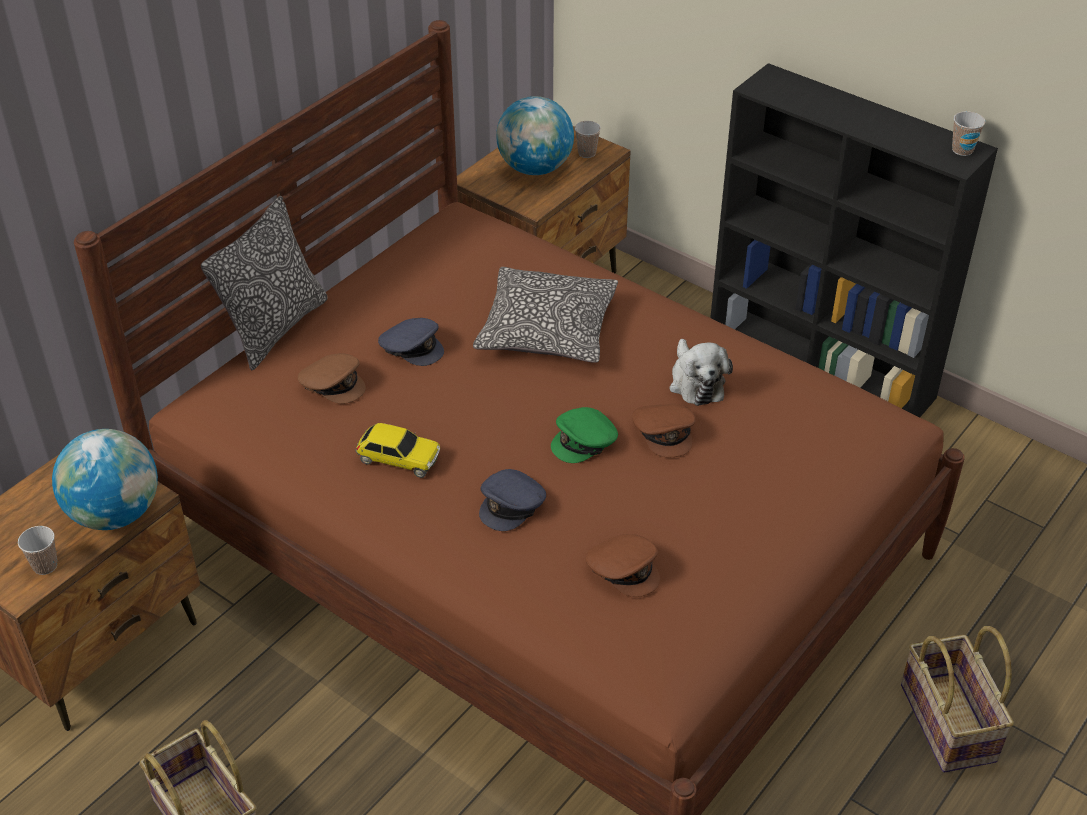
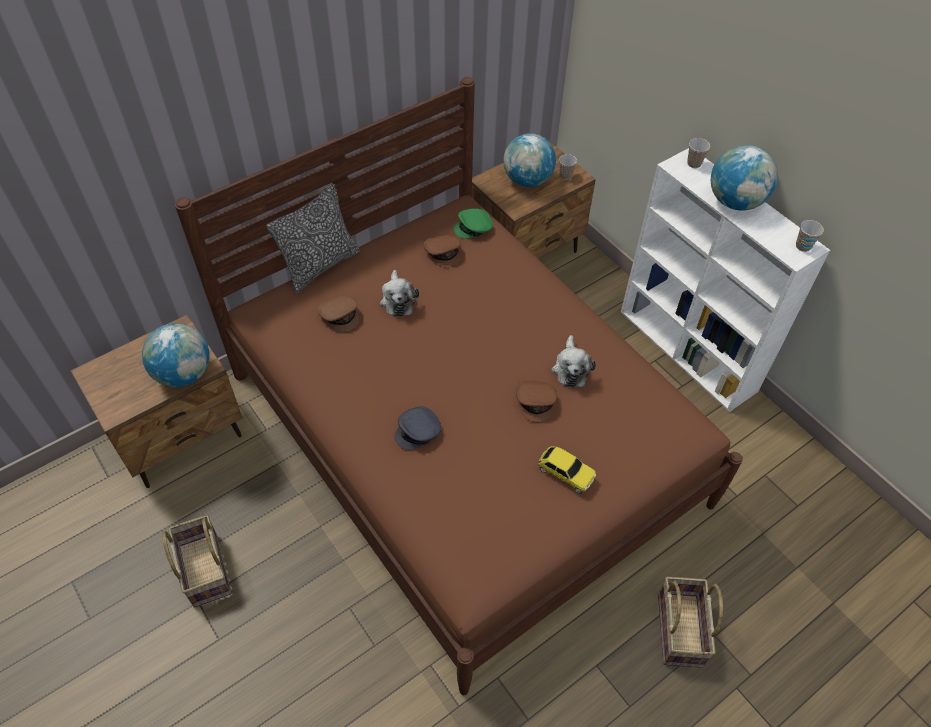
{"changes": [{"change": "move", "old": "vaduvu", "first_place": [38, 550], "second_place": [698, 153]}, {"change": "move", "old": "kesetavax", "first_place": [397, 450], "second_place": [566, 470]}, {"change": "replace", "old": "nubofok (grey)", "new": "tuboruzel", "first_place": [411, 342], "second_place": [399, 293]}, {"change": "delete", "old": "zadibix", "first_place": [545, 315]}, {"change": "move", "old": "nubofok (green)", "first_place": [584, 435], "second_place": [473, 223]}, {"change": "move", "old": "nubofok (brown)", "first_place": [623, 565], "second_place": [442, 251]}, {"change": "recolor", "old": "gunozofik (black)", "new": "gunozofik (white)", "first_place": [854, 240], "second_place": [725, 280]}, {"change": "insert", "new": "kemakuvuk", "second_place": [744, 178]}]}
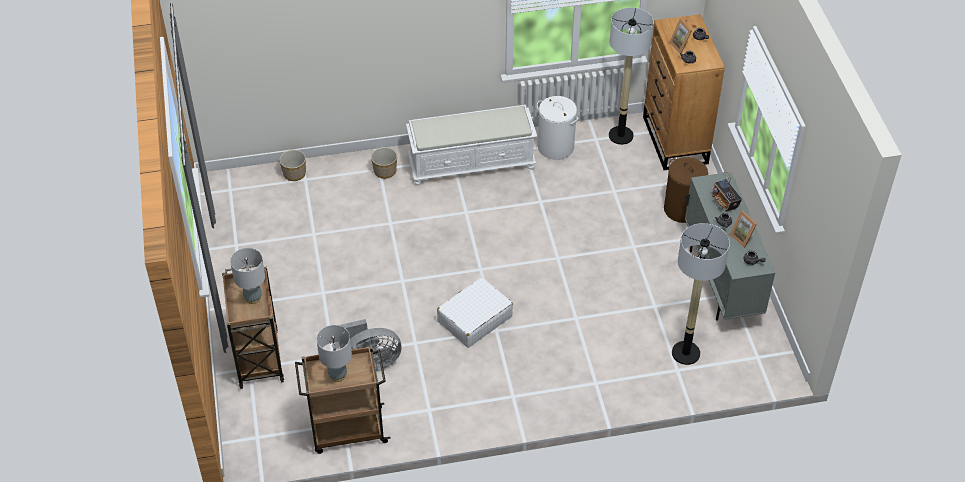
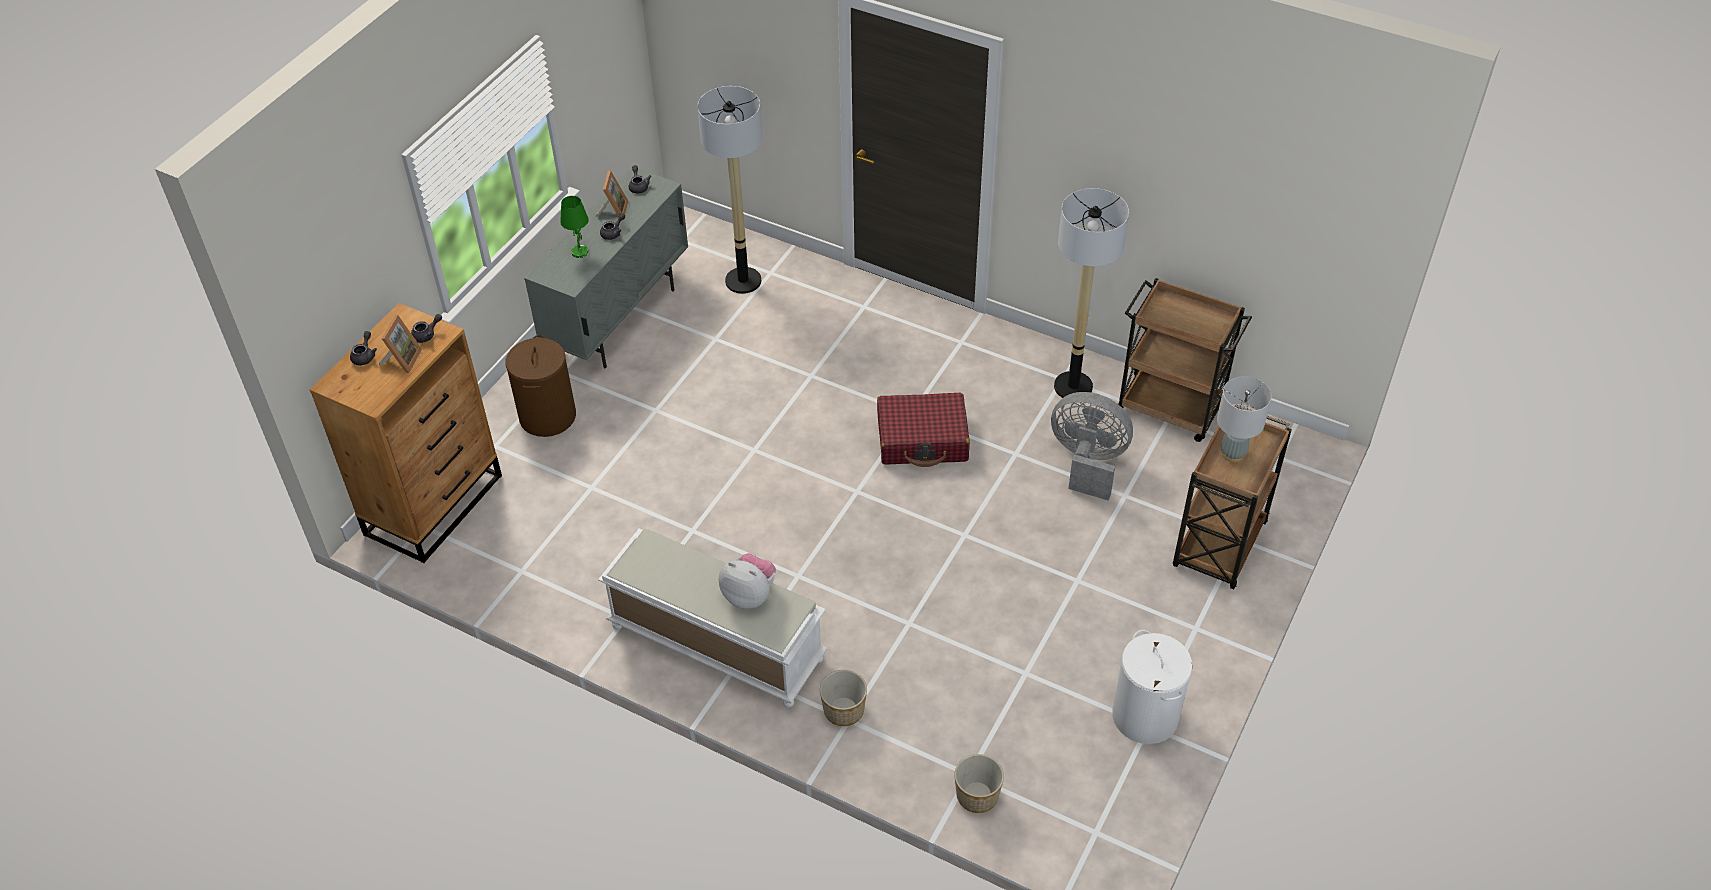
{"changes": [{"change": "delete", "old": "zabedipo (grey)", "first_place": [334, 353]}, {"change": "recolor", "old": "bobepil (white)", "new": "bobepil (red)", "first_place": [475, 312], "second_place": [923, 430]}, {"change": "move", "old": "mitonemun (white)", "first_place": [558, 128], "second_place": [1152, 687]}, {"change": "move", "old": "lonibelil", "first_place": [631, 76], "second_place": [1091, 293]}, {"change": "replace", "old": "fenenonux", "new": "zabedipo (green)", "first_place": [727, 191], "second_place": [574, 227]}, {"change": "insert", "new": "tuboruzel", "second_place": [747, 581]}]}
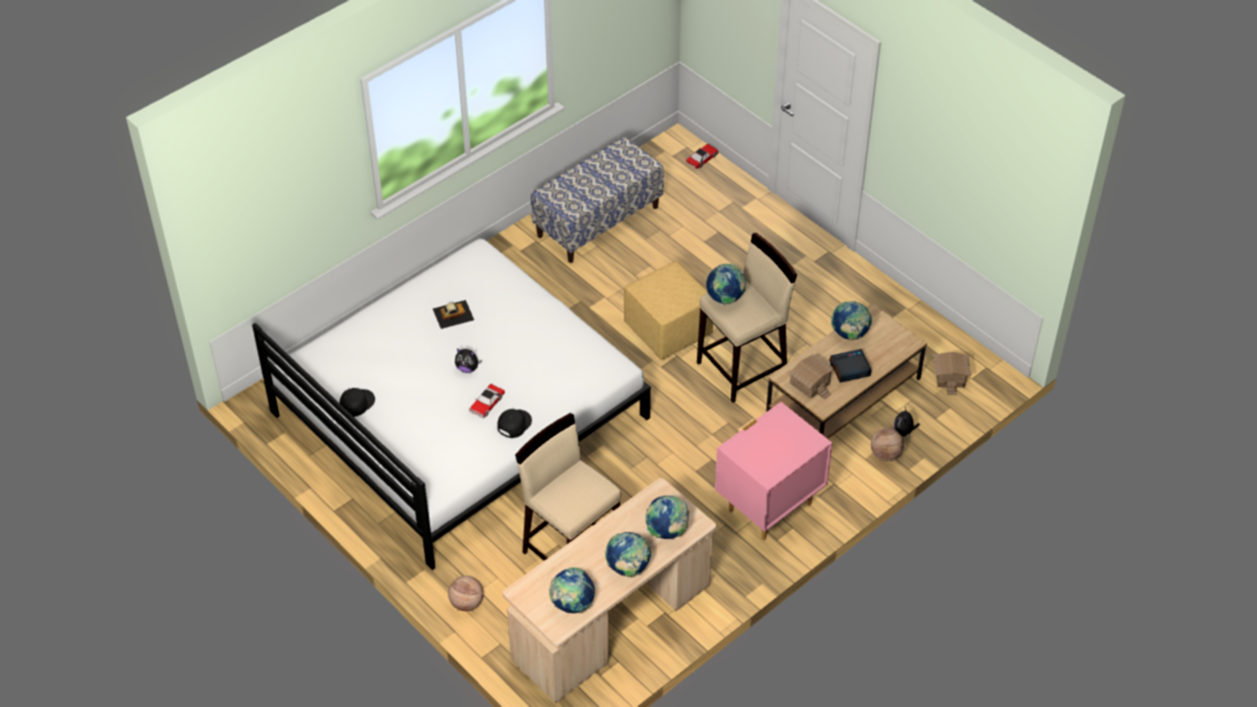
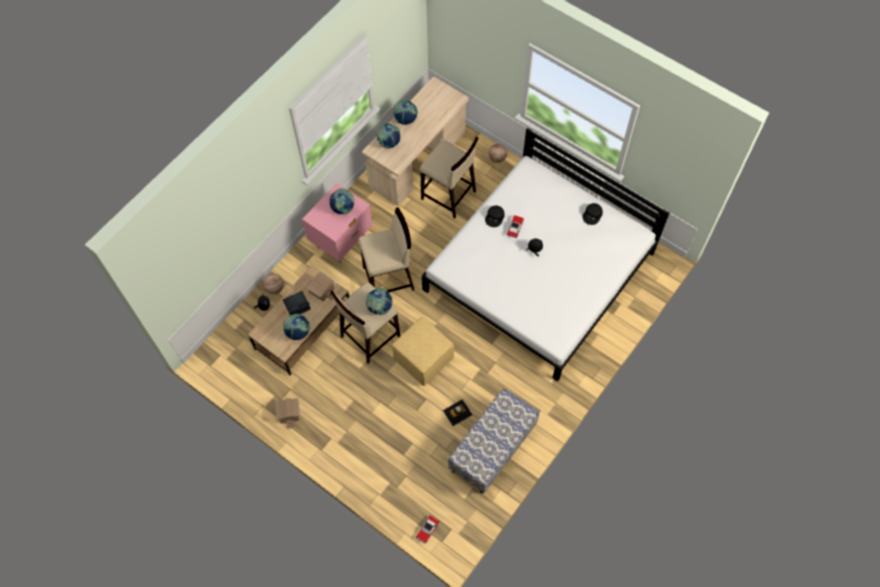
{"changes": [{"change": "move", "old": "kesetavax", "first_place": [453, 314], "second_place": [457, 412]}, {"change": "move", "old": "kemakuvuk", "first_place": [572, 590], "second_place": [342, 201]}, {"change": "move", "old": "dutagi", "first_place": [952, 373], "second_place": [287, 413]}, {"change": "insert", "new": "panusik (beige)", "second_place": [386, 249]}]}
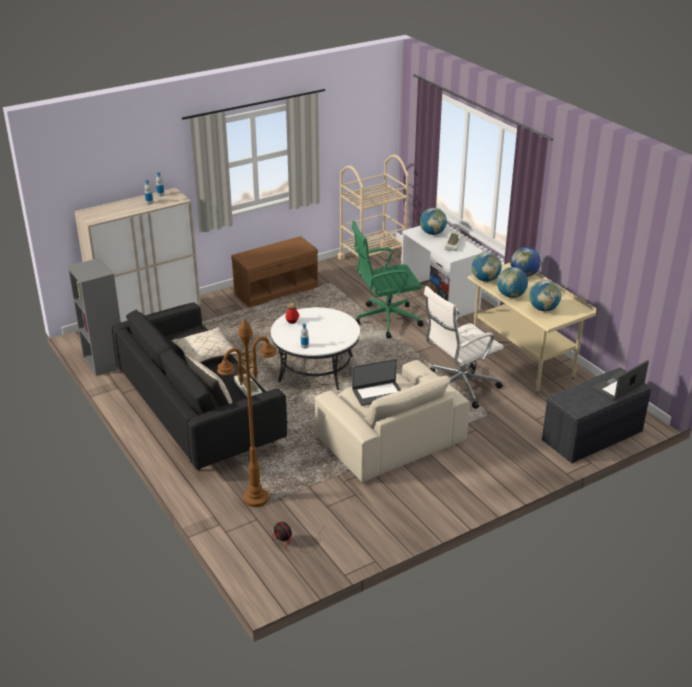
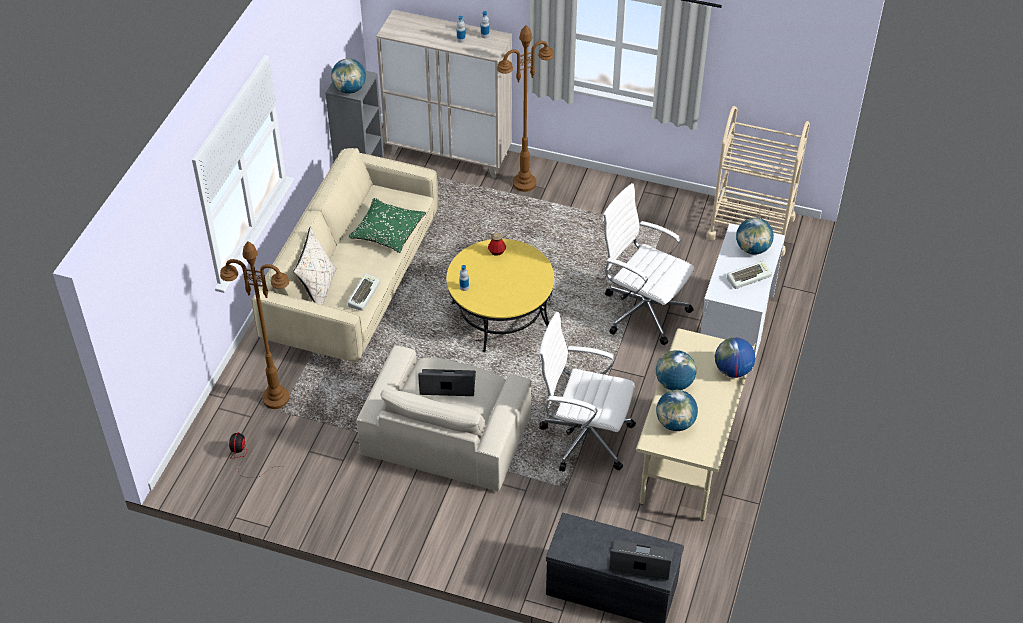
{"changes": [{"change": "recolor", "old": "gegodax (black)", "new": "gegodax (beige)", "first_place": [199, 387], "second_place": [345, 255]}, {"change": "recolor", "old": "zadibix (beige)", "new": "zadibix (green)", "first_place": [204, 345], "second_place": [387, 225]}, {"change": "delete", "old": "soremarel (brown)", "first_place": [274, 272]}, {"change": "recolor", "old": "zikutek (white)", "new": "zikutek (yellow)", "first_place": [315, 348], "second_place": [500, 295]}, {"change": "recolor", "old": "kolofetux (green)", "new": "kolofetux (white)", "first_place": [388, 279], "second_place": [648, 264]}, {"change": "rotate", "old": "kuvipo", "first_place": [376, 382], "second_place": [447, 382], "degrees": 150}, {"change": "move", "old": "kemakuvuk", "first_place": [487, 267], "second_place": [348, 76]}, {"change": "insert", "new": "lonibelil (brown)", "second_place": [525, 108]}]}
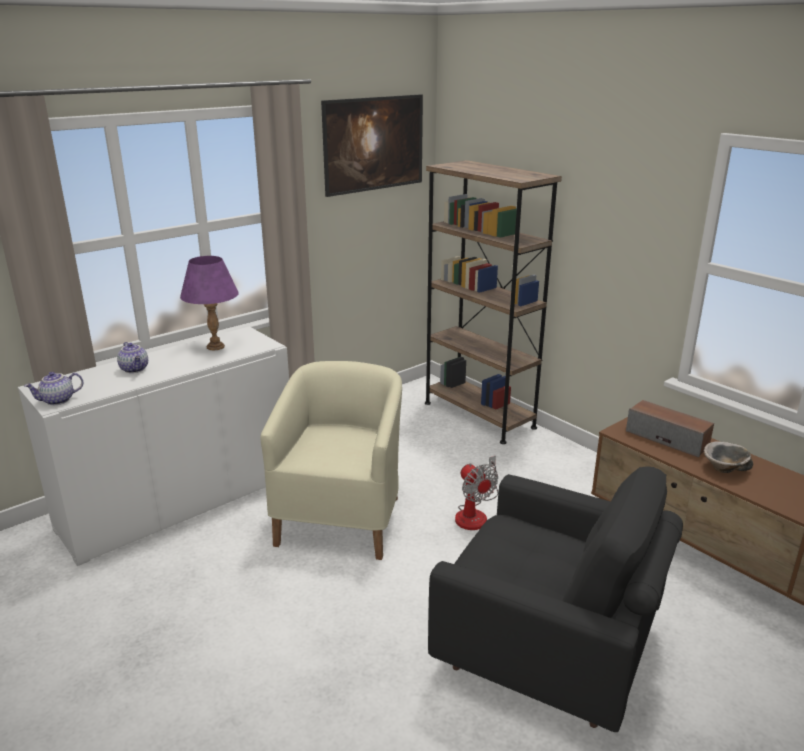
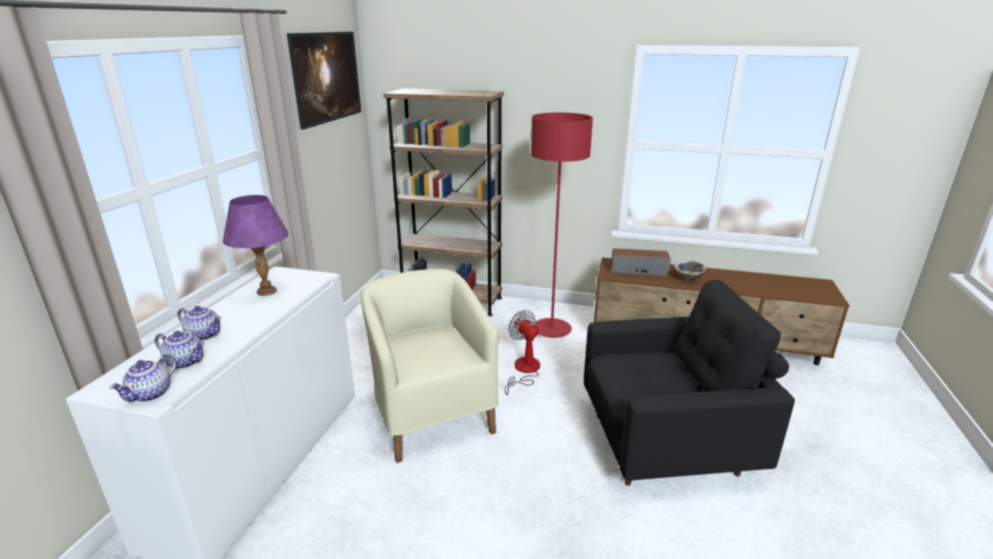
{"changes": [{"change": "rotate", "old": "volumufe", "first_place": [476, 493], "second_place": [522, 352], "degrees": -150}, {"change": "insert", "new": "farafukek", "second_place": [180, 350]}, {"change": "insert", "new": "lonibelil (red)", "second_place": [562, 225]}]}
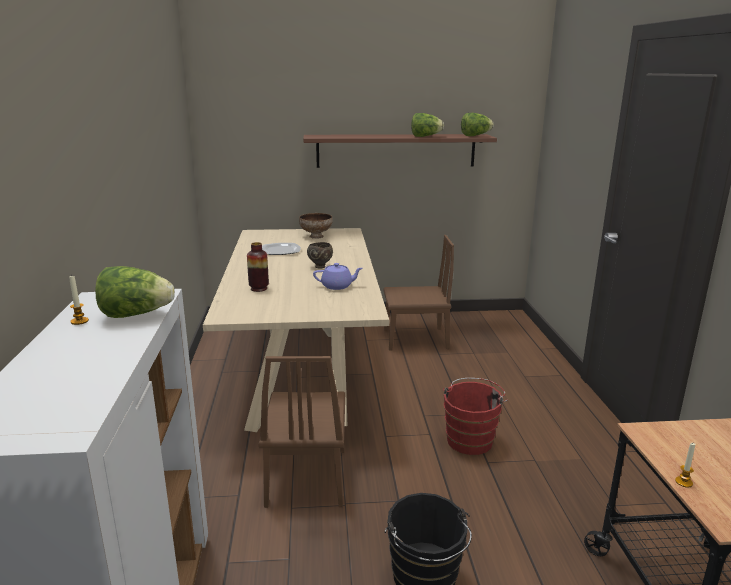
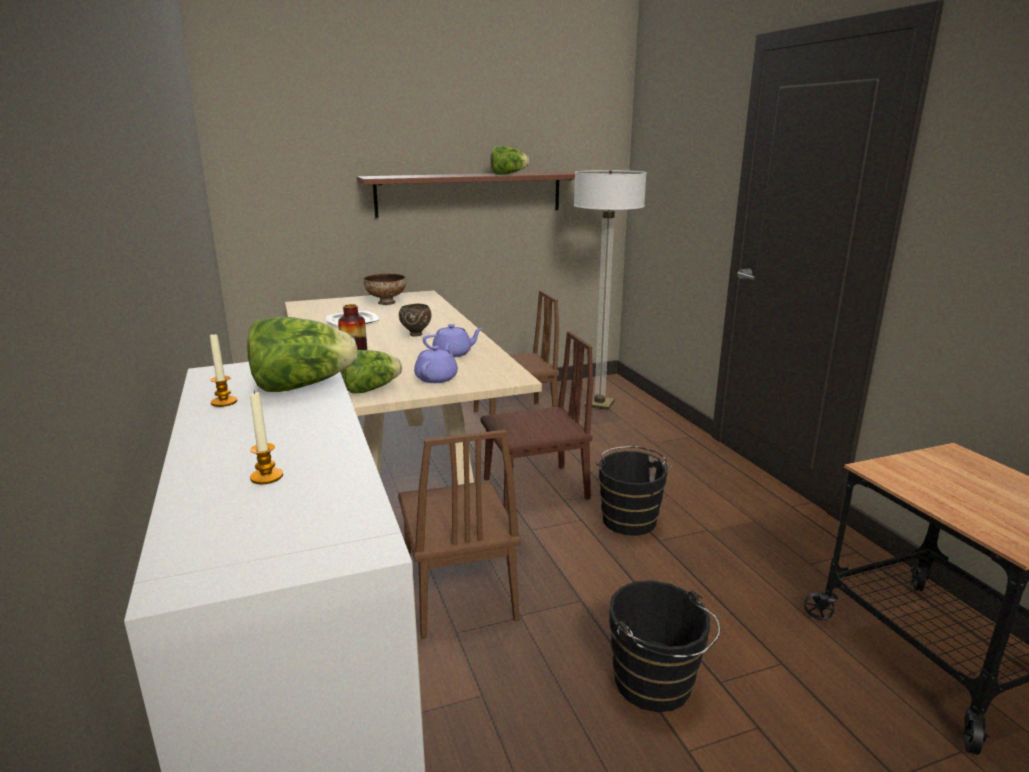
{"changes": [{"change": "recolor", "old": "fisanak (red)", "new": "fisanak (black)", "first_place": [475, 416], "second_place": [633, 491]}, {"change": "move", "old": "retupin", "first_place": [477, 124], "second_place": [371, 371]}, {"change": "move", "old": "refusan", "first_place": [685, 465], "second_place": [266, 437]}, {"change": "insert", "new": "farafukek (purple)", "second_place": [436, 363]}, {"change": "insert", "new": "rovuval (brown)", "second_place": [537, 422]}, {"change": "insert", "new": "lonibelil", "second_place": [610, 290]}]}
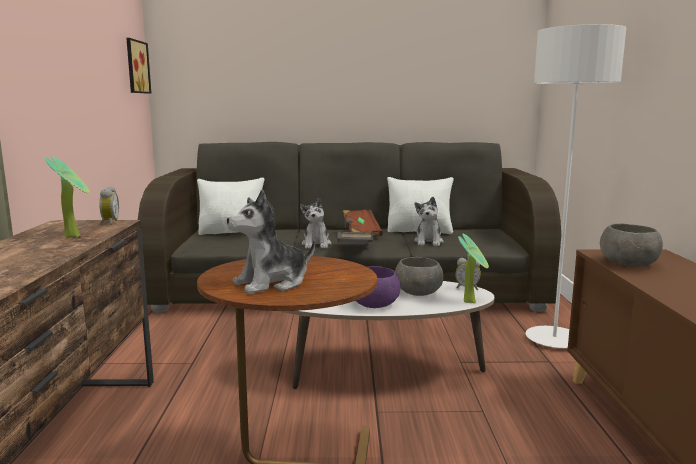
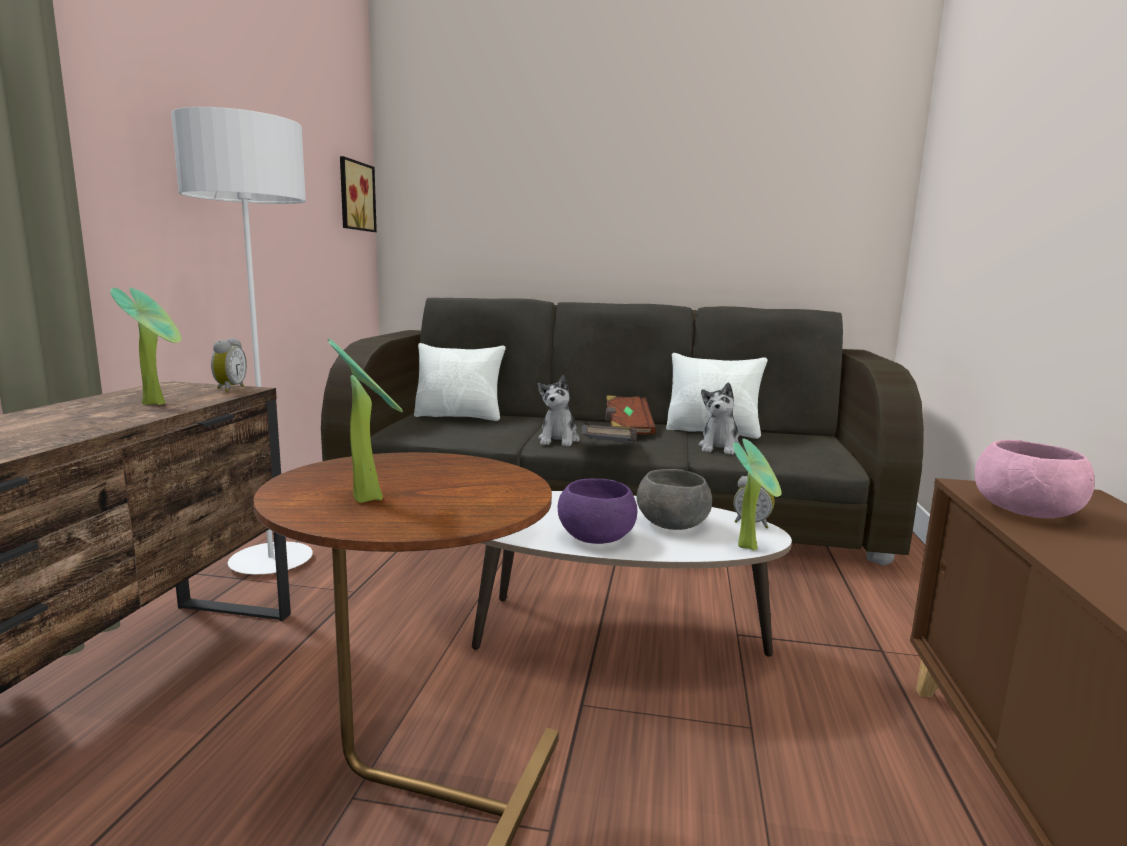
{"changes": [{"change": "replace", "old": "tuboruzel", "new": "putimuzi", "first_place": [271, 241], "second_place": [365, 420]}, {"change": "move", "old": "lonibelil (white)", "first_place": [575, 186], "second_place": [242, 340]}, {"change": "recolor", "old": "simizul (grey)", "new": "simizul (pink)", "first_place": [631, 245], "second_place": [1035, 479]}]}
